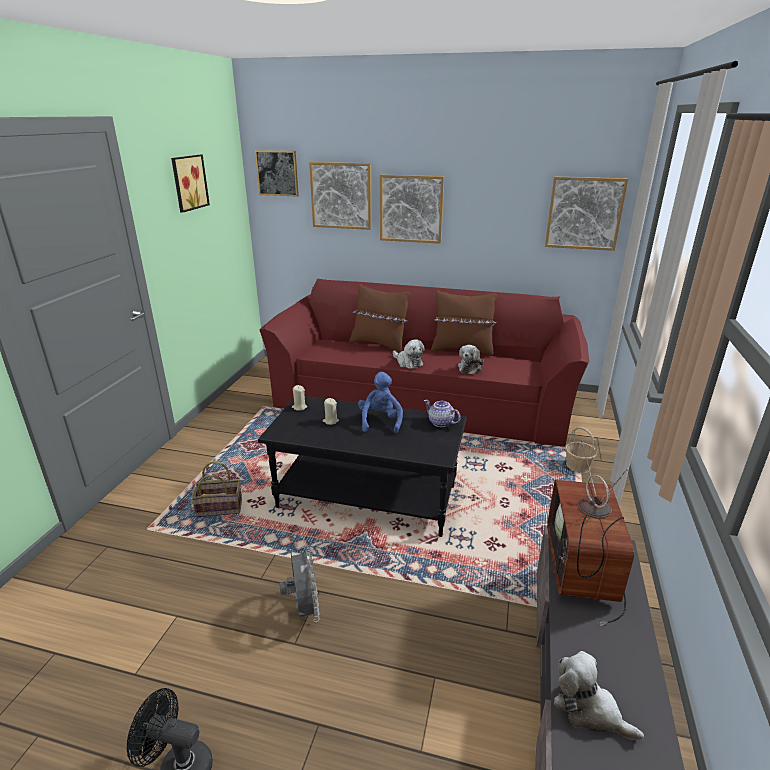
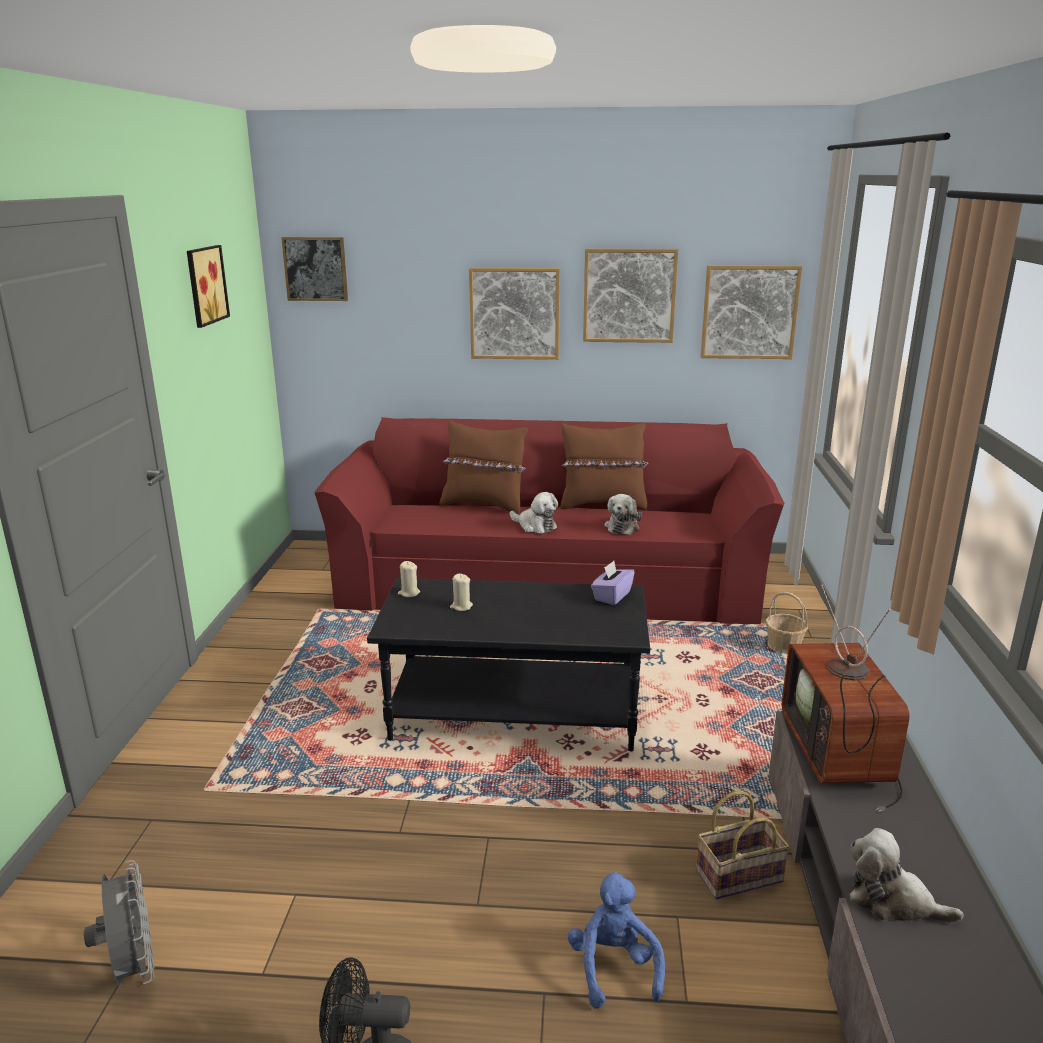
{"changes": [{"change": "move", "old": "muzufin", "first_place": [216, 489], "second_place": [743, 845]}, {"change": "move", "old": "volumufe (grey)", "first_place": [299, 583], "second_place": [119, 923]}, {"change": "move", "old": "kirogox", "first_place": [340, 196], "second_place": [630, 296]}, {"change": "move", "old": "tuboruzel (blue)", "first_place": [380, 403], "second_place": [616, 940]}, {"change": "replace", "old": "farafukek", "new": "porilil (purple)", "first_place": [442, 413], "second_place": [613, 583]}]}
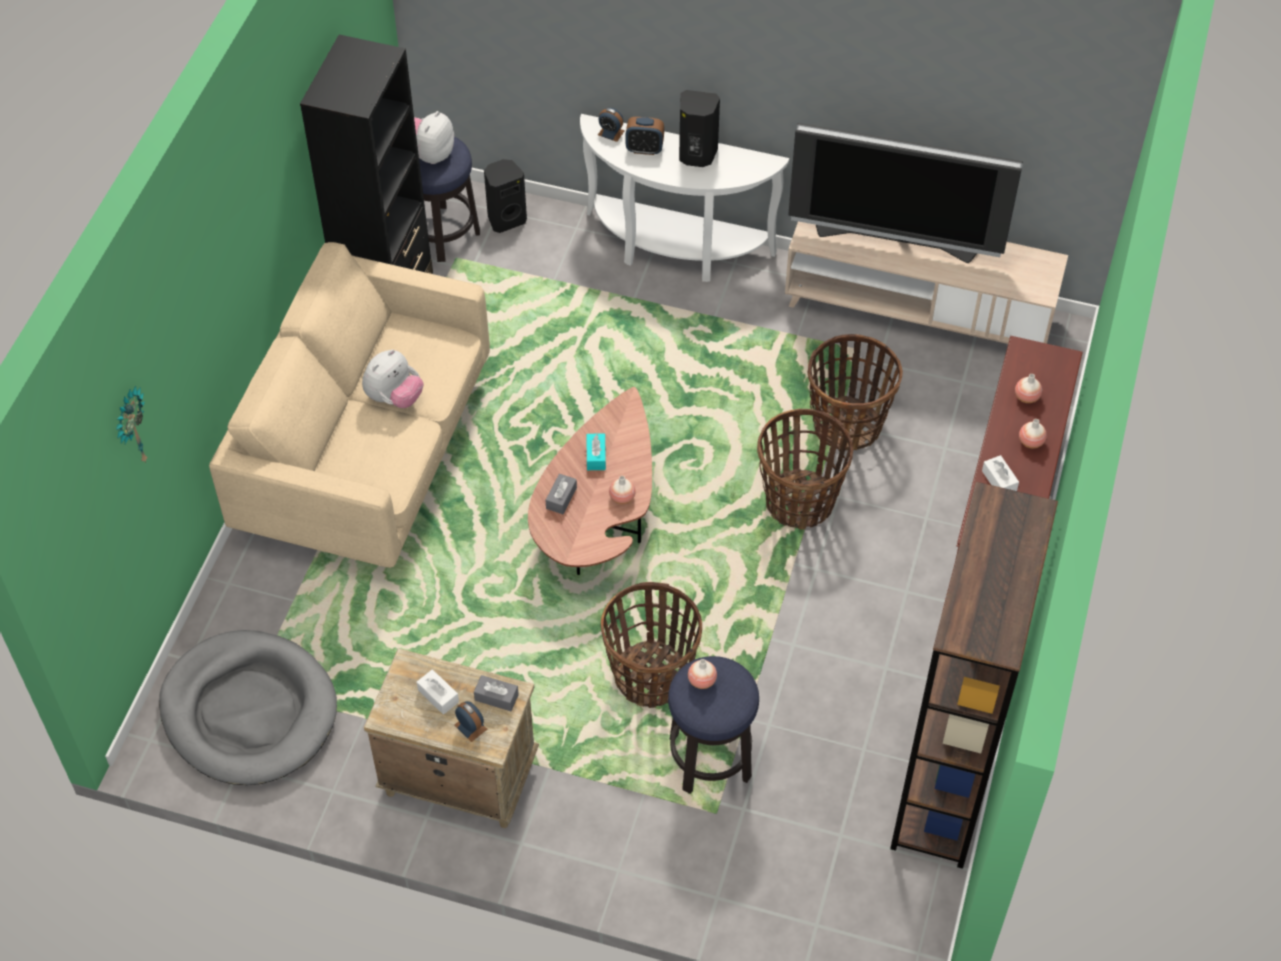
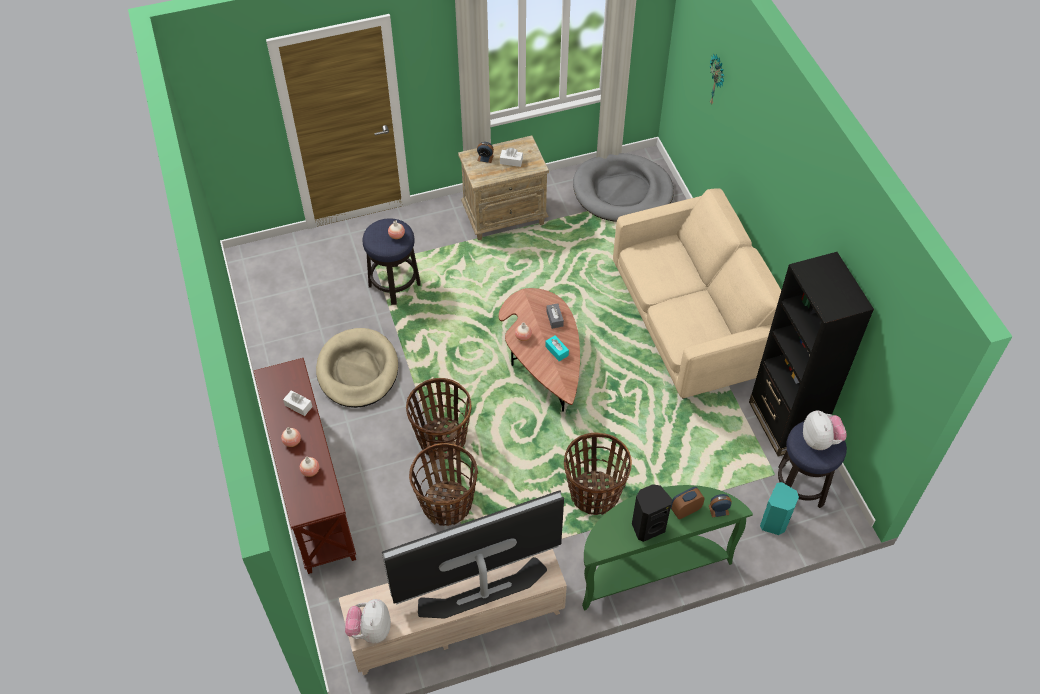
{"changes": [{"change": "move", "old": "tuboruzel", "first_place": [392, 378], "second_place": [368, 621]}, {"change": "delete", "old": "porilil (grey)", "first_place": [496, 693]}, {"change": "recolor", "old": "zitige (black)", "new": "zitige (turquoise)", "first_place": [505, 196], "second_place": [779, 508]}, {"change": "recolor", "old": "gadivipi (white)", "new": "gadivipi (green)", "first_place": [684, 198], "second_place": [667, 548]}, {"change": "move", "old": "muzufin", "first_place": [651, 645], "second_place": [598, 474]}, {"change": "delete", "old": "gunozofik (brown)", "first_place": [974, 675]}, {"change": "insert", "new": "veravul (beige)", "second_place": [357, 368]}]}
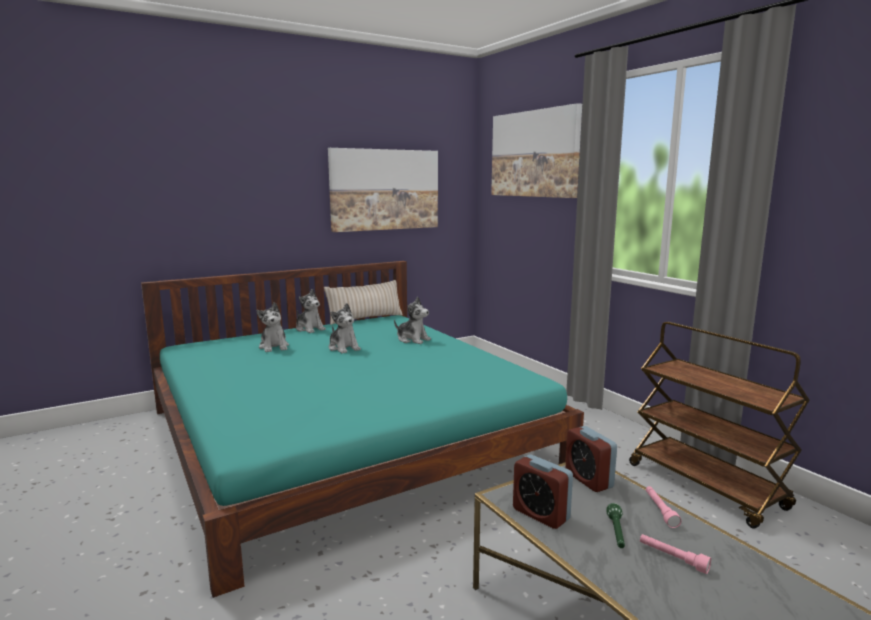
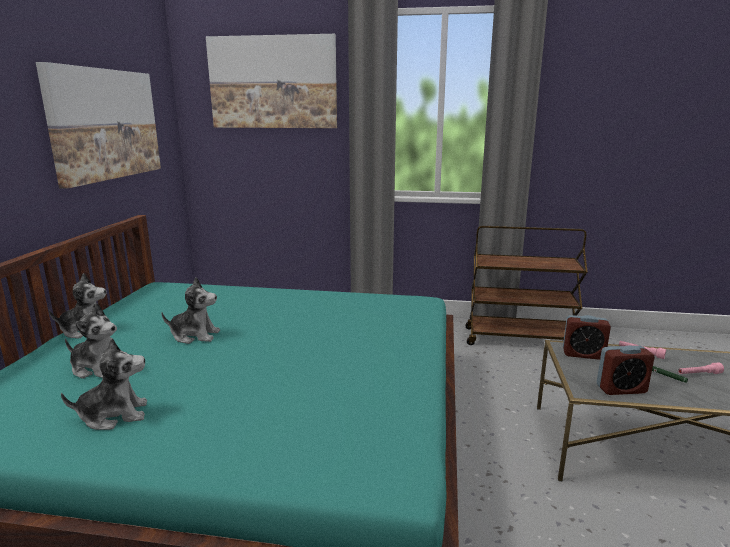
{"changes": [{"change": "delete", "old": "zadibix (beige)", "first_place": [363, 302]}, {"change": "move", "old": "tuboruzel", "first_place": [412, 320], "second_place": [104, 384]}]}
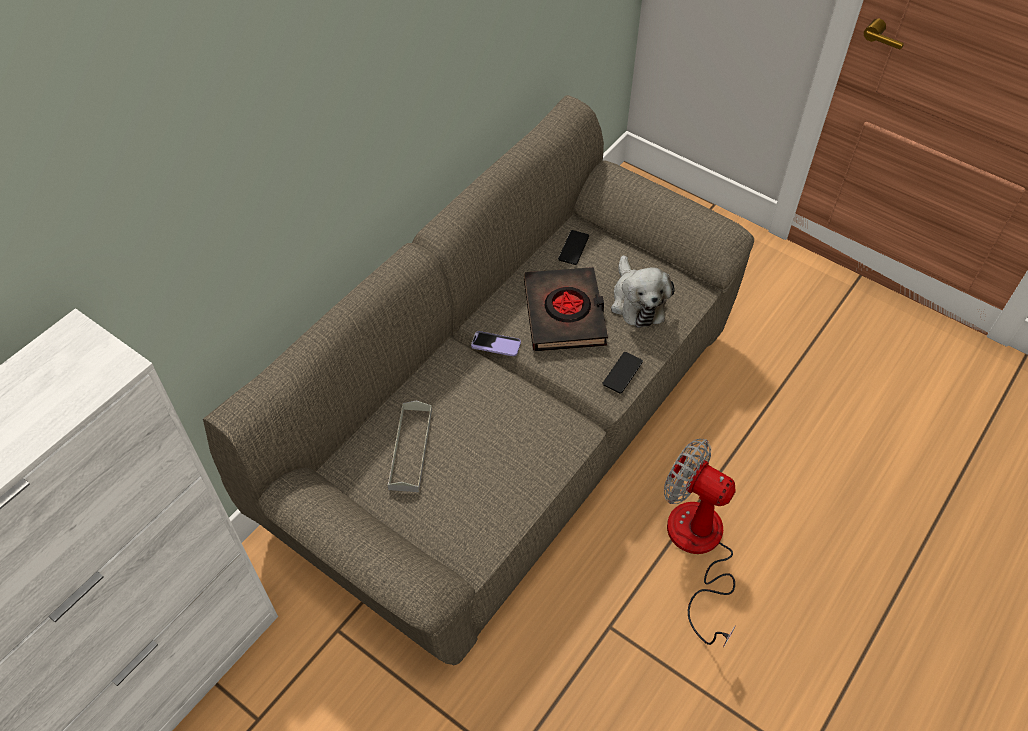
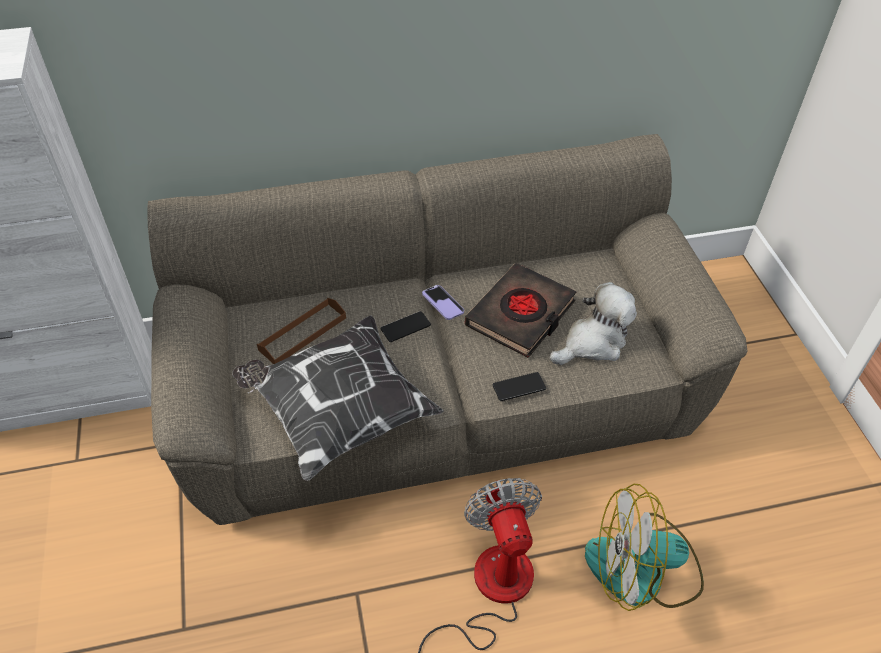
{"changes": [{"change": "recolor", "old": "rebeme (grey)", "new": "rebeme (brown)", "first_place": [410, 446], "second_place": [301, 331]}, {"change": "move", "old": "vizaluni", "first_place": [573, 247], "second_place": [406, 326]}, {"change": "rotate", "old": "tuboruzel", "first_place": [643, 291], "second_place": [593, 323], "degrees": -150}, {"change": "insert", "new": "zadibix", "second_place": [338, 398]}, {"change": "insert", "new": "volumufe", "second_place": [644, 547]}]}
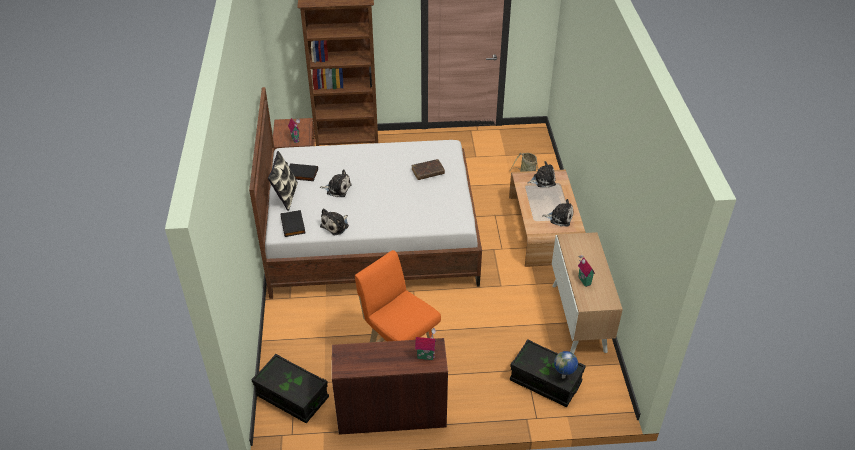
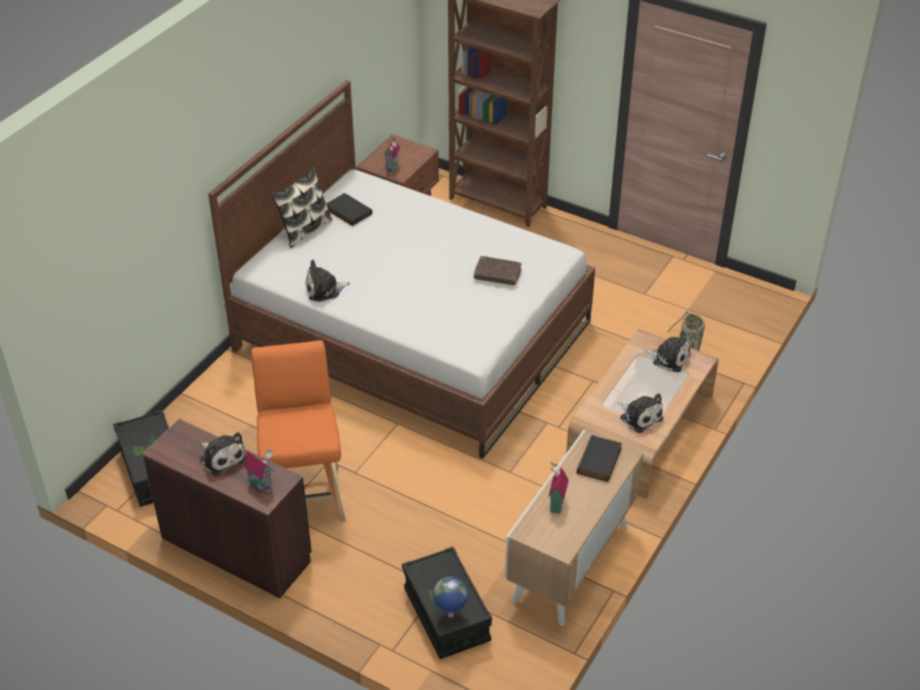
{"changes": [{"change": "move", "old": "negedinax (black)", "first_place": [293, 223], "second_place": [599, 458]}, {"change": "move", "old": "tuboruzel", "first_place": [336, 183], "second_place": [223, 454]}]}
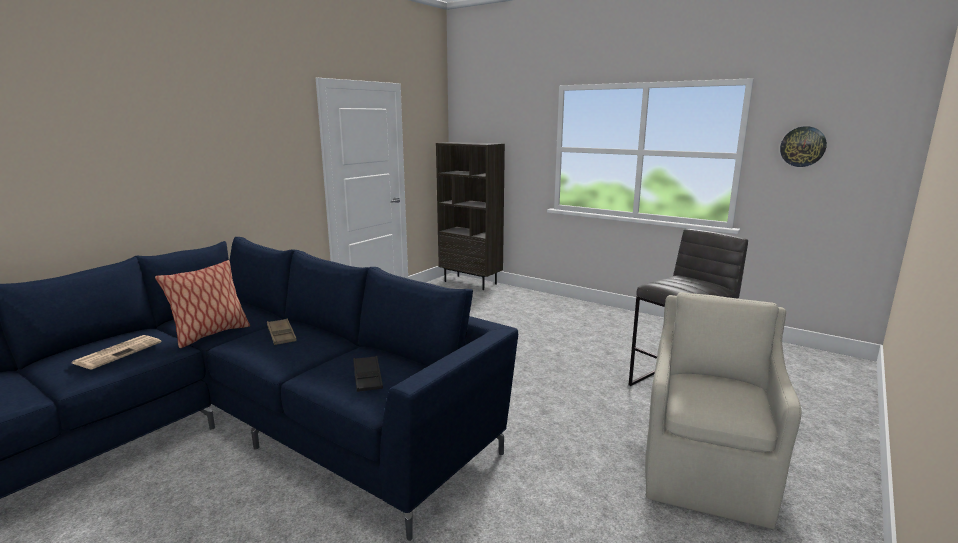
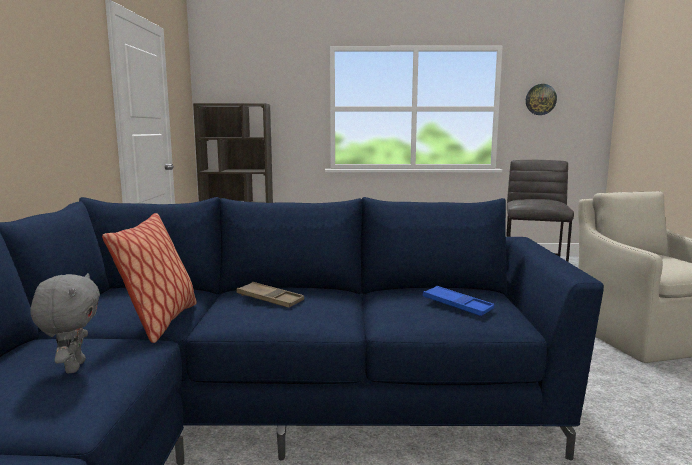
{"changes": [{"change": "replace", "old": "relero", "new": "tuboruzel (grey)", "first_place": [116, 352], "second_place": [65, 323]}, {"change": "recolor", "old": "rebeme (black)", "new": "rebeme (blue)", "first_place": [368, 374], "second_place": [458, 301]}]}
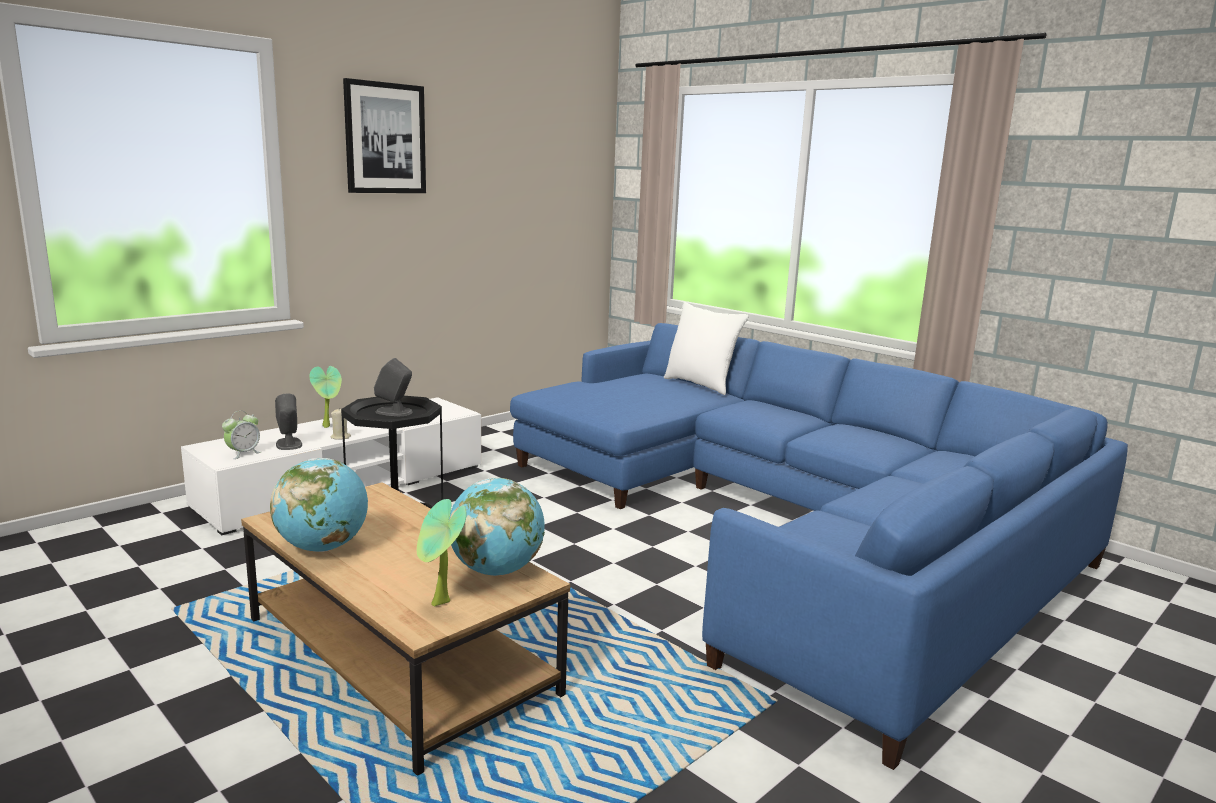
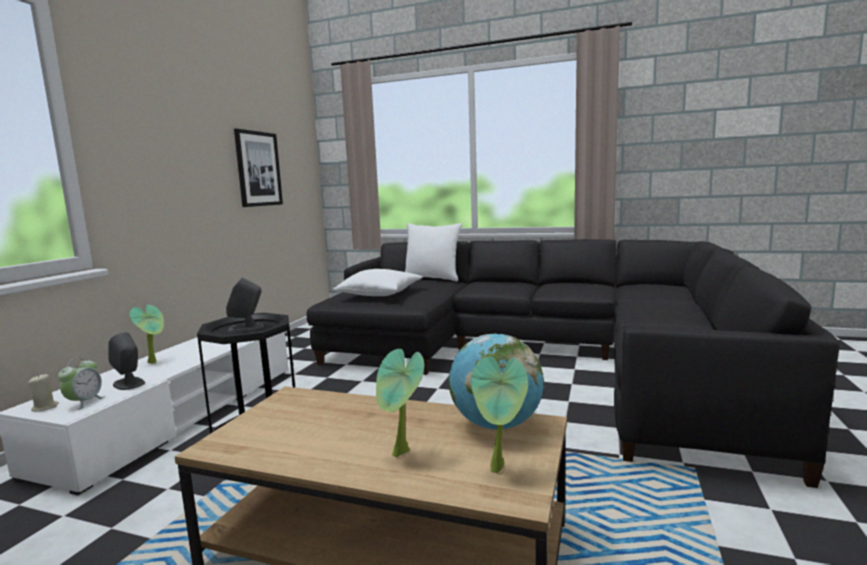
{"changes": [{"change": "delete", "old": "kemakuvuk", "first_place": [319, 505]}, {"change": "move", "old": "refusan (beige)", "first_place": [341, 424], "second_place": [43, 392]}, {"change": "move", "old": "kirogox", "first_place": [384, 135], "second_place": [258, 168]}, {"change": "recolor", "old": "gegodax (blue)", "new": "gegodax (black)", "first_place": [819, 546], "second_place": [573, 363]}, {"change": "insert", "new": "zadibix (white)", "second_place": [378, 282]}, {"change": "insert", "new": "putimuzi", "second_place": [400, 403]}]}
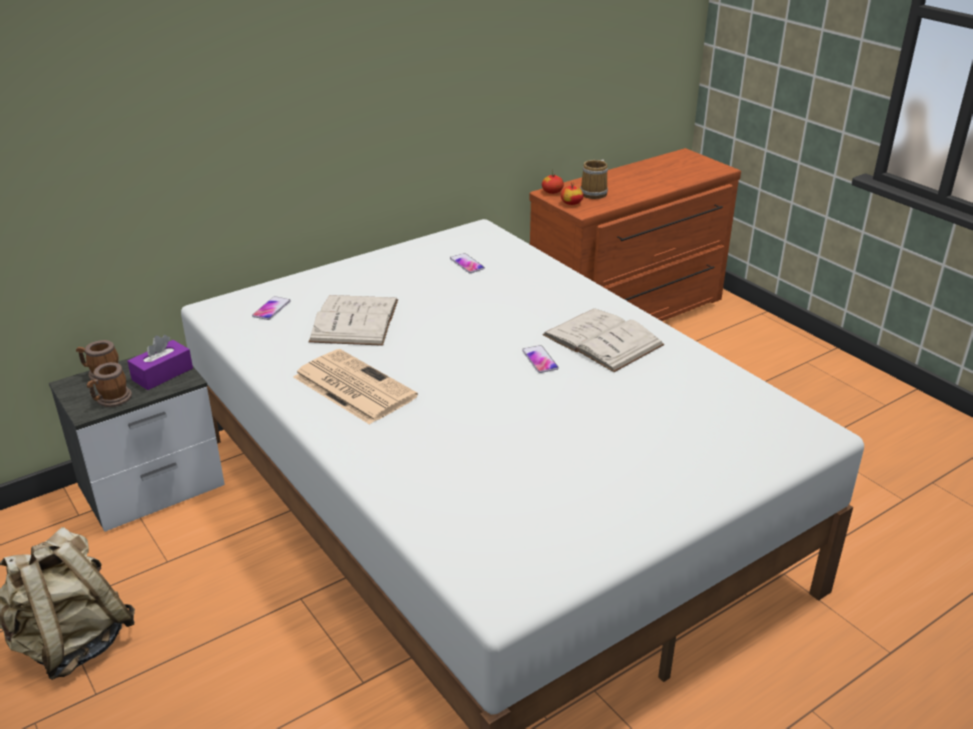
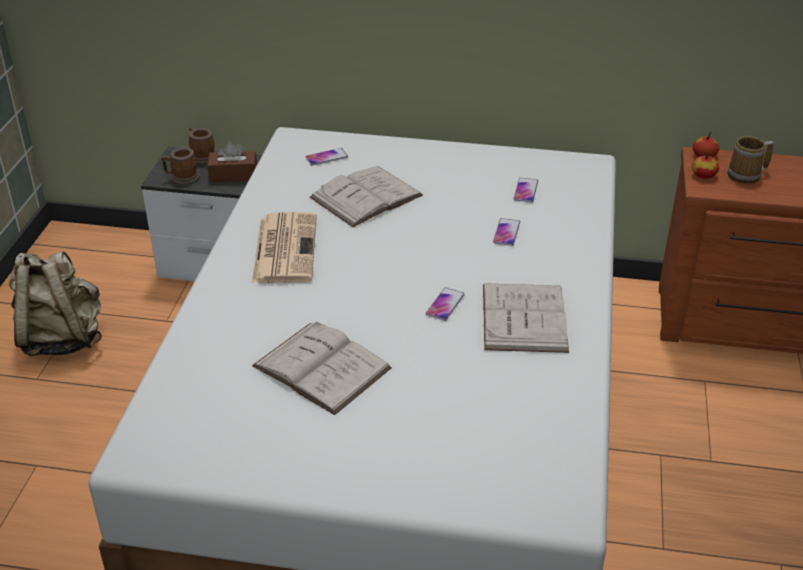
{"changes": [{"change": "recolor", "old": "porilil (purple)", "new": "porilil (brown)", "first_place": [160, 362], "second_place": [232, 162]}, {"change": "insert", "new": "negedinax (white)", "second_place": [322, 368]}, {"change": "insert", "new": "vizaluni", "second_place": [506, 232]}]}
